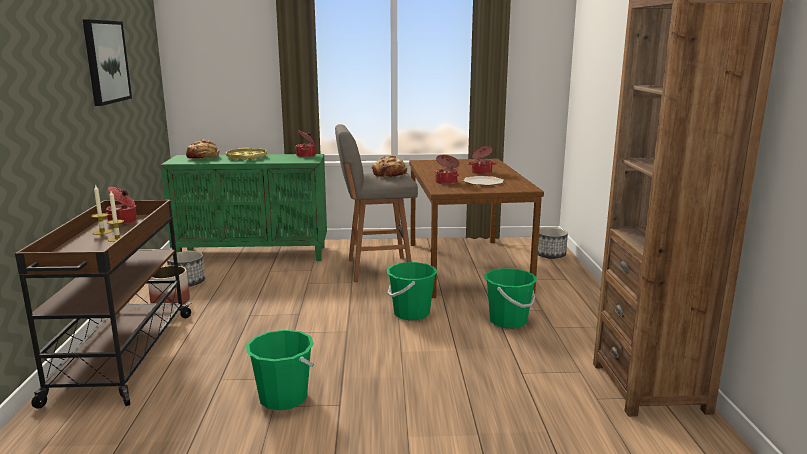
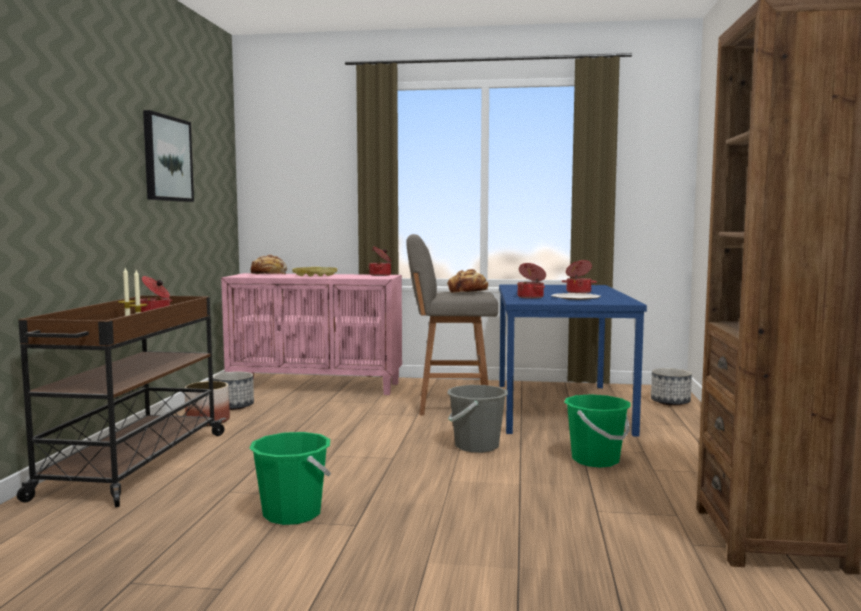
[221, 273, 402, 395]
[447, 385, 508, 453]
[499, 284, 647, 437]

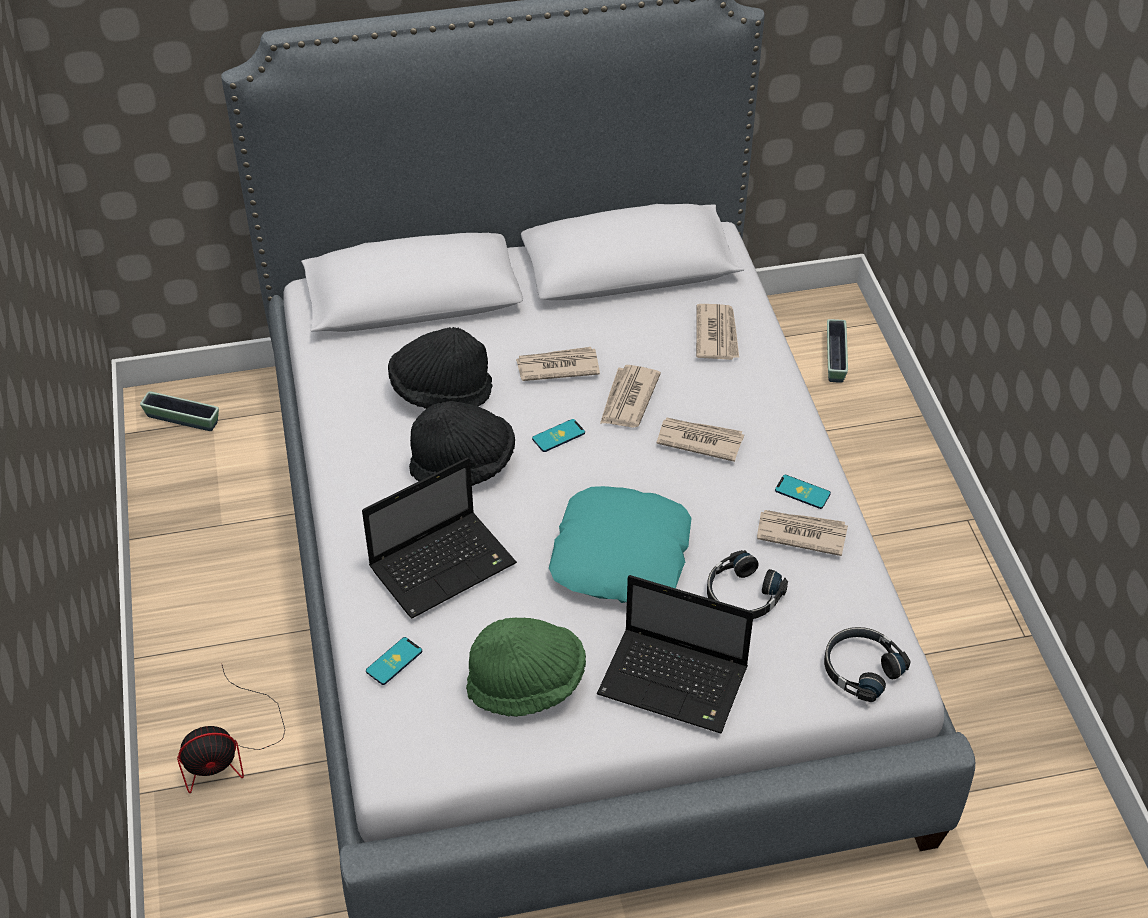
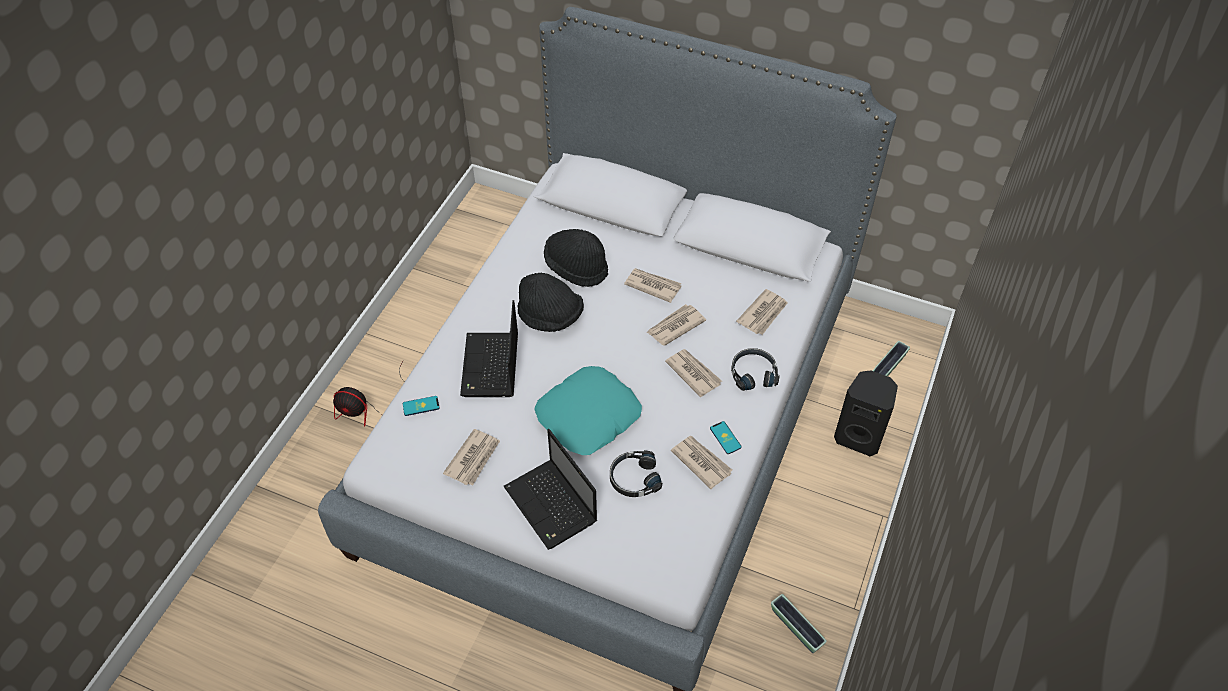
[771, 594, 827, 653]
[460, 300, 518, 397]
[443, 429, 500, 485]
[532, 419, 585, 452] (first image)
[731, 348, 780, 391]
[834, 370, 898, 456]

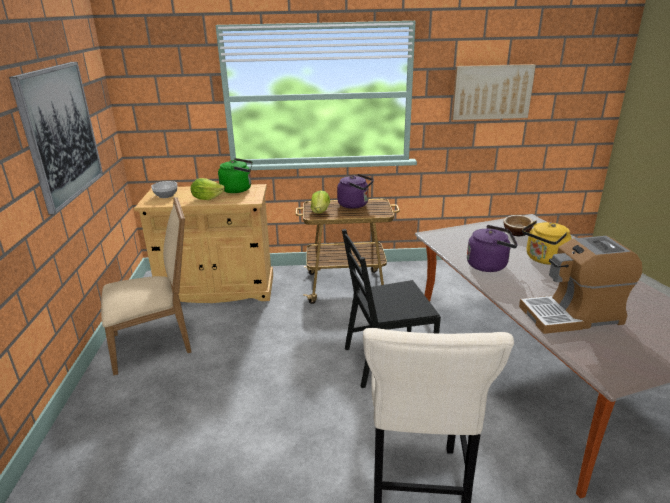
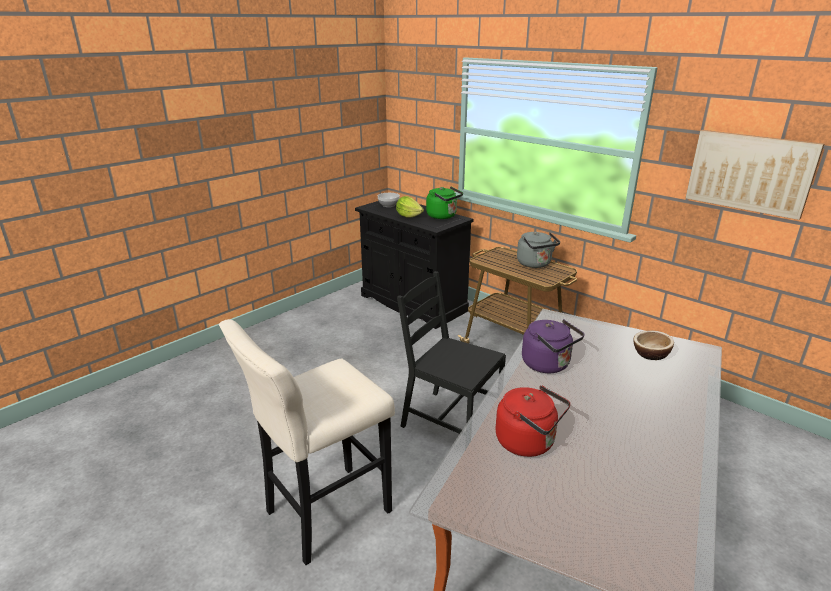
[9, 62, 103, 215] (first image)
[101, 197, 191, 375] (first image)
[355, 201, 473, 329]
[311, 190, 330, 213] (first image)
[517, 231, 560, 268]
[495, 385, 570, 457]
[522, 220, 572, 265] (first image)

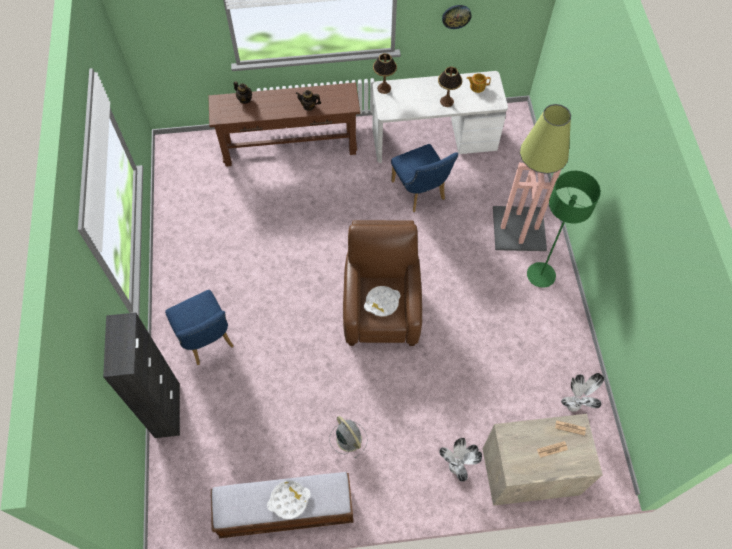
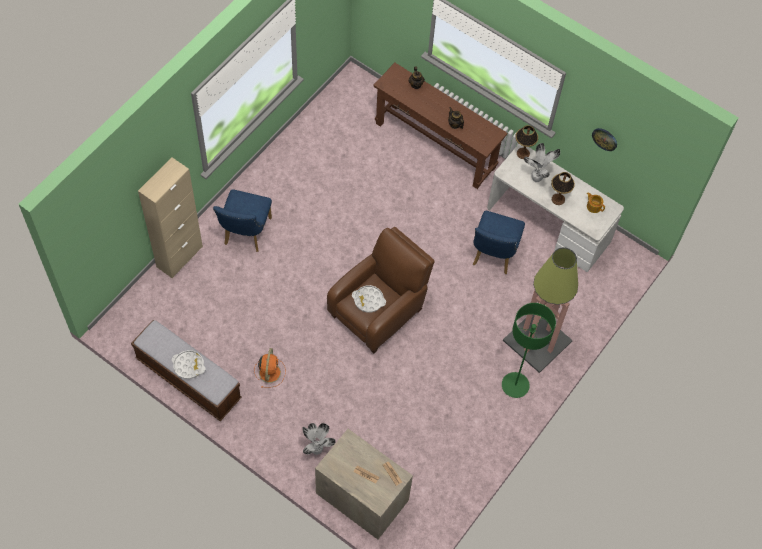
[138, 157, 203, 278]
[254, 348, 286, 388]
[524, 143, 560, 182]

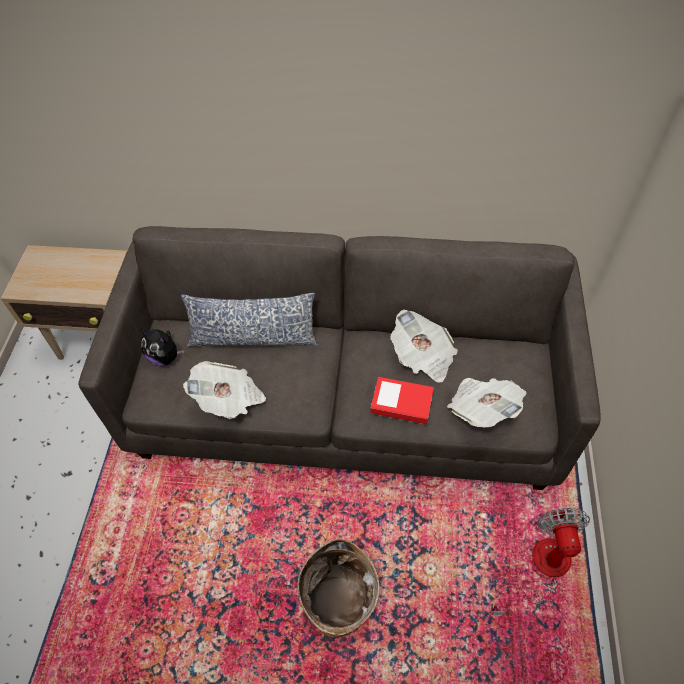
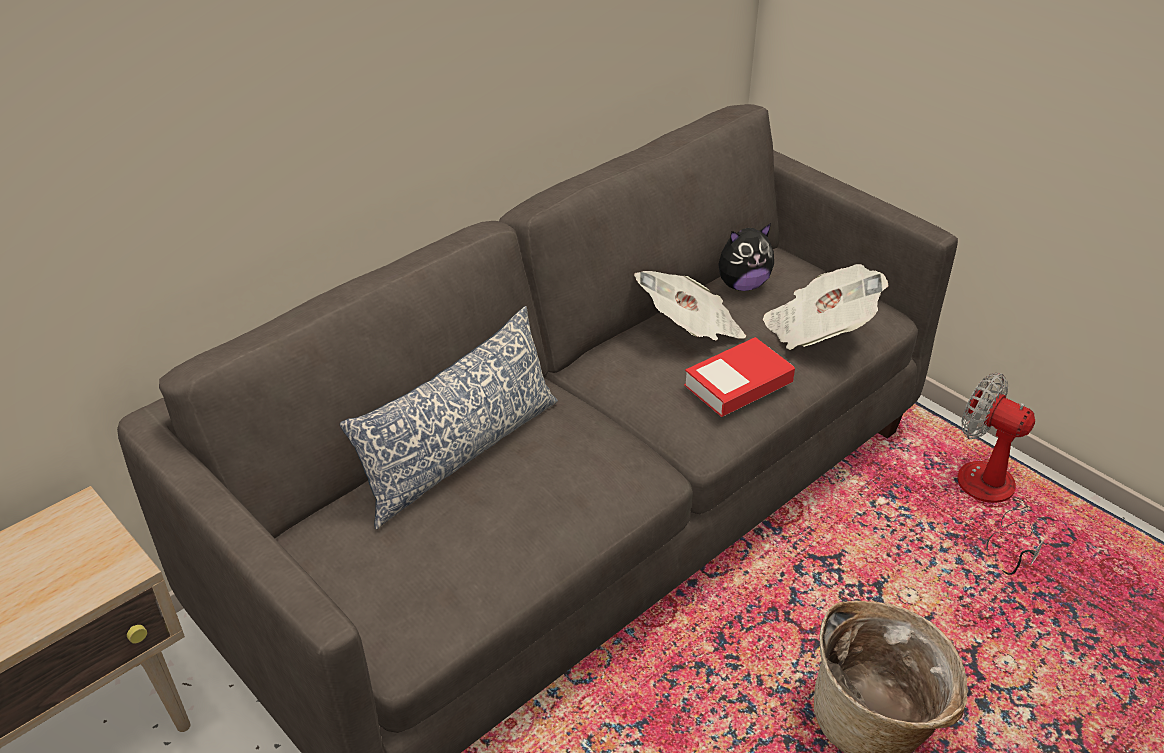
[718, 223, 774, 291]
[183, 361, 266, 419] (first image)

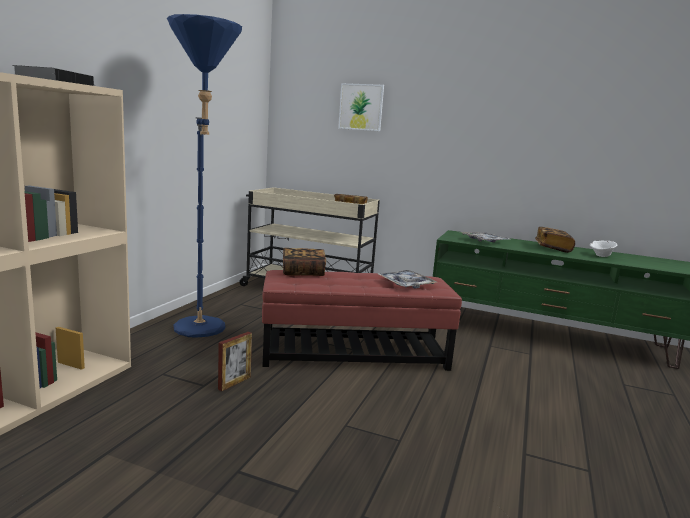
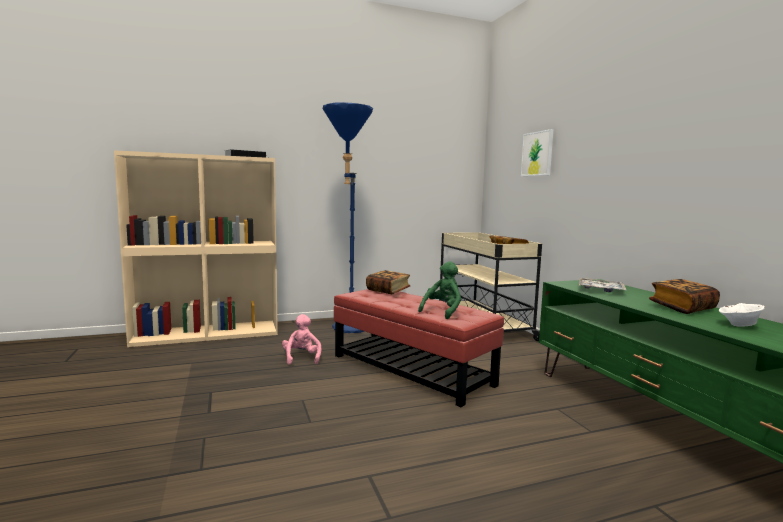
[282, 314, 321, 365]
[418, 261, 461, 319]

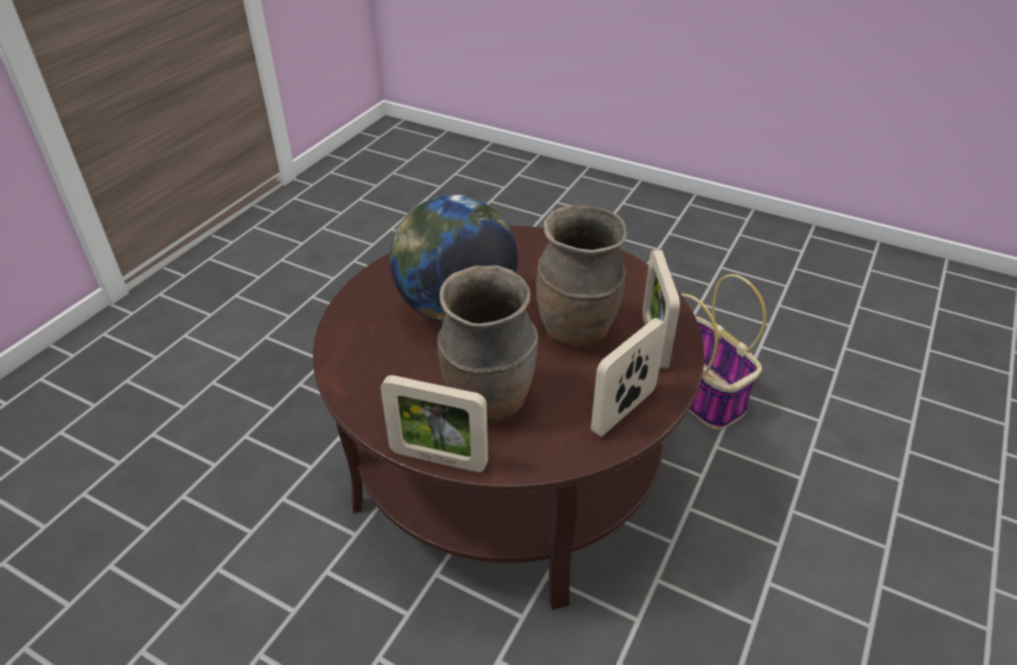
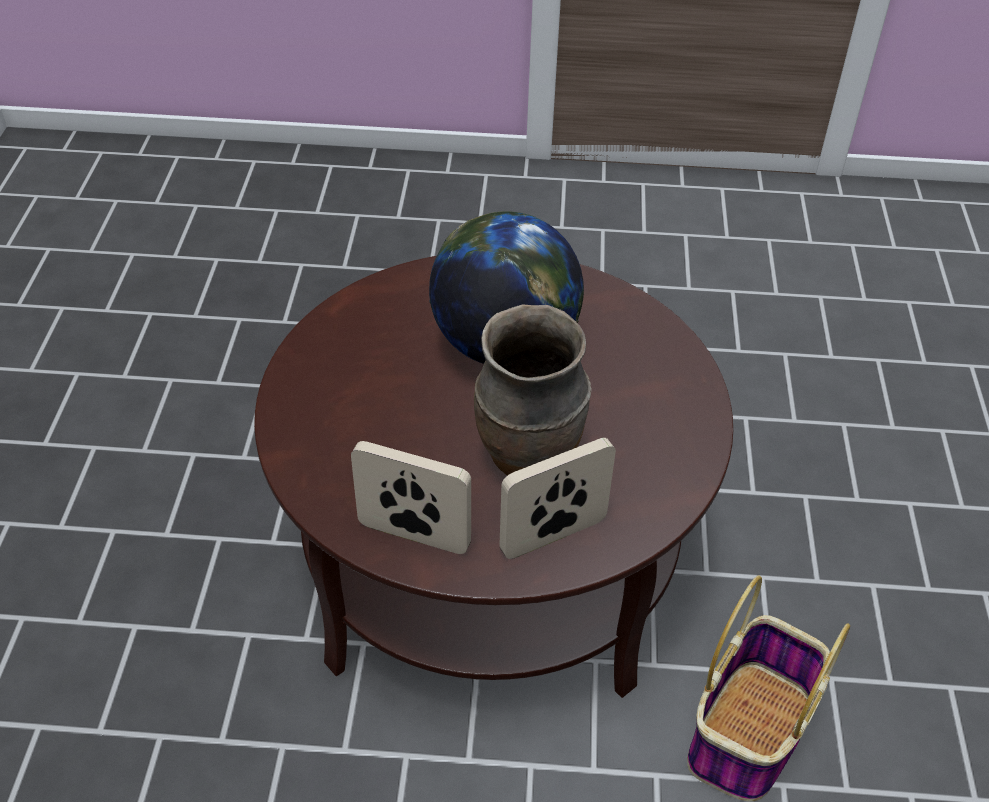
[380, 375, 488, 472] (first image)
[437, 265, 538, 422] (first image)

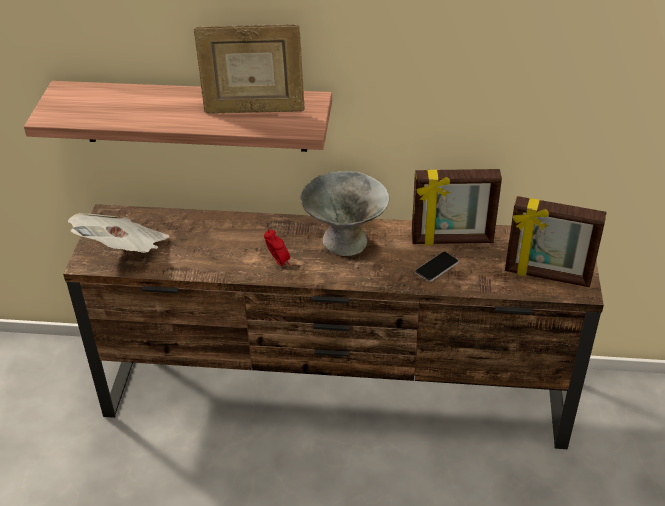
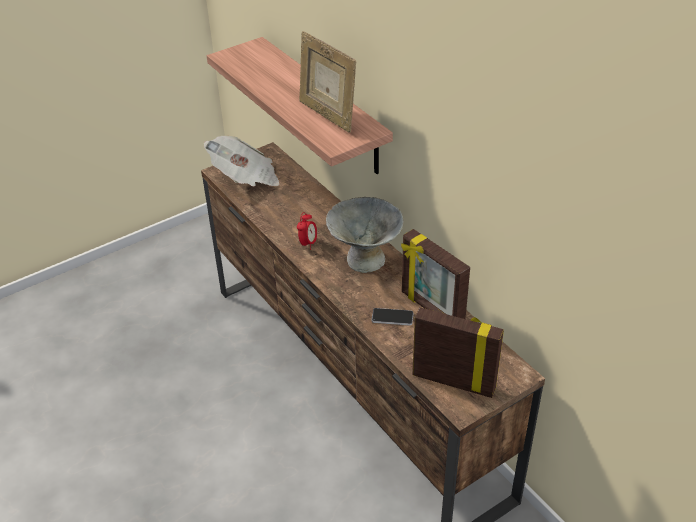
[412, 307, 504, 398]

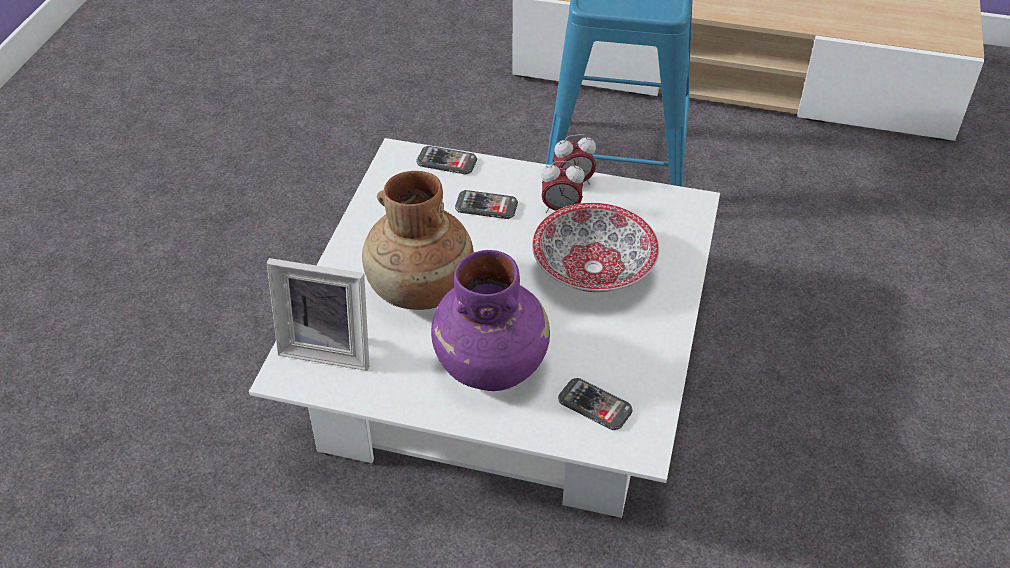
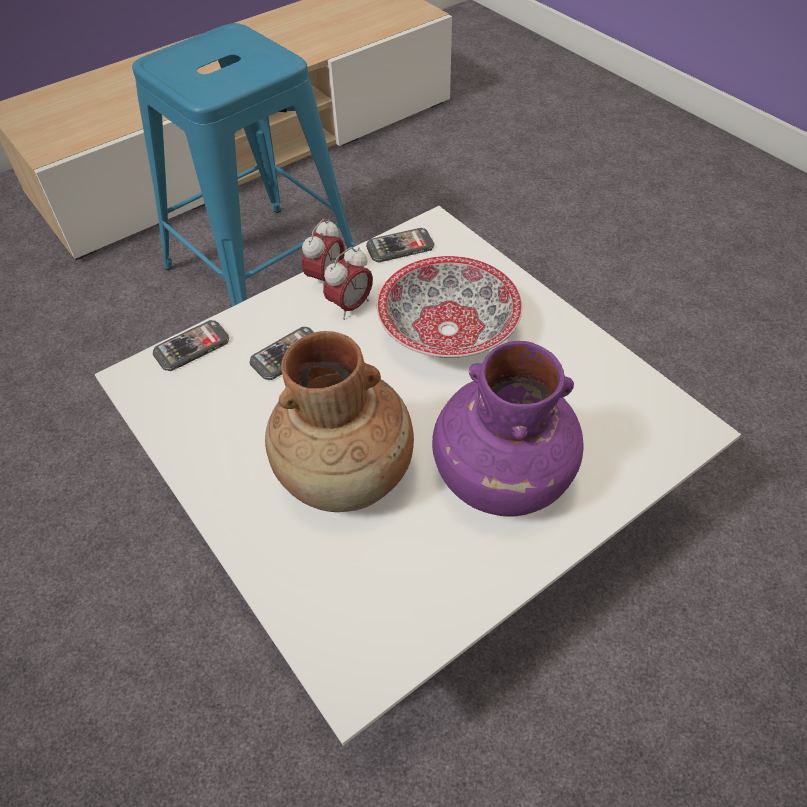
[267, 258, 369, 371] (first image)
[366, 228, 434, 262]

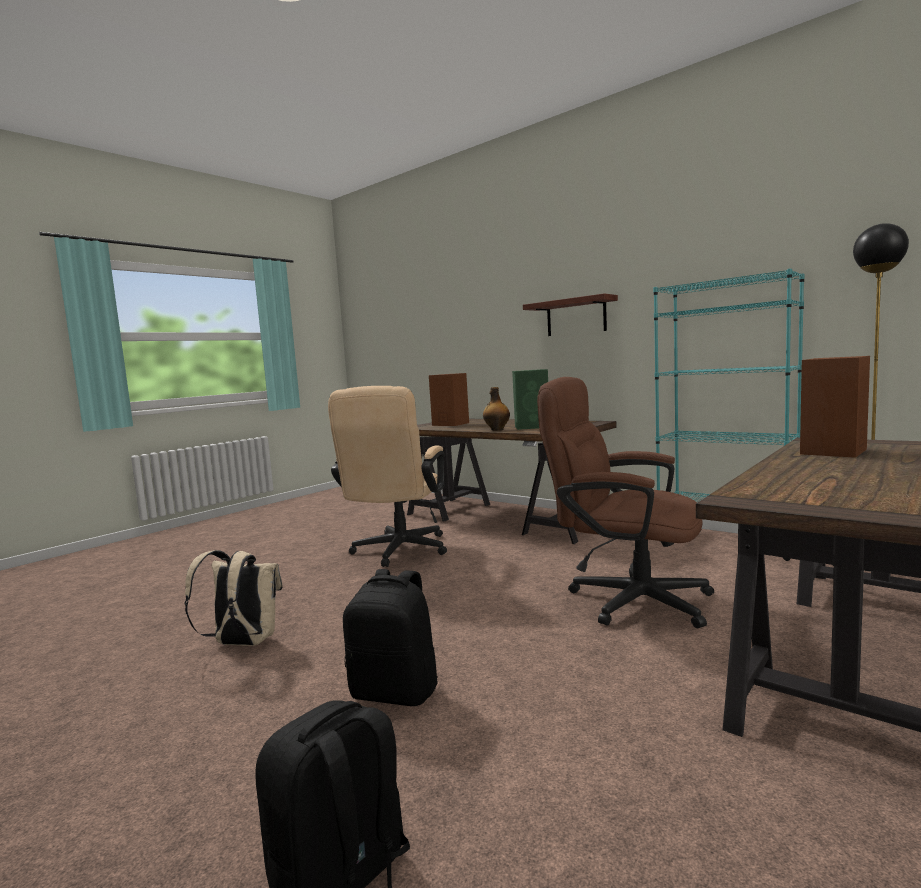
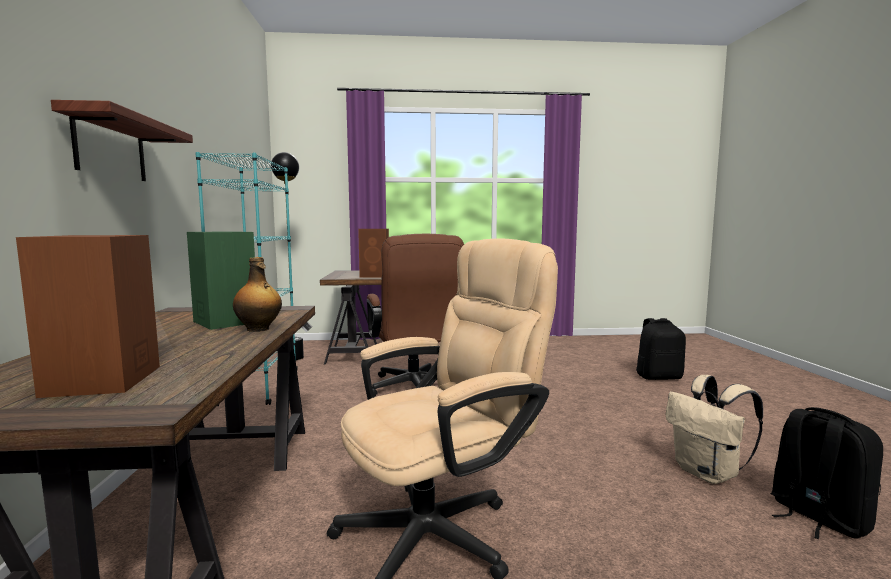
[771, 407, 883, 539]

